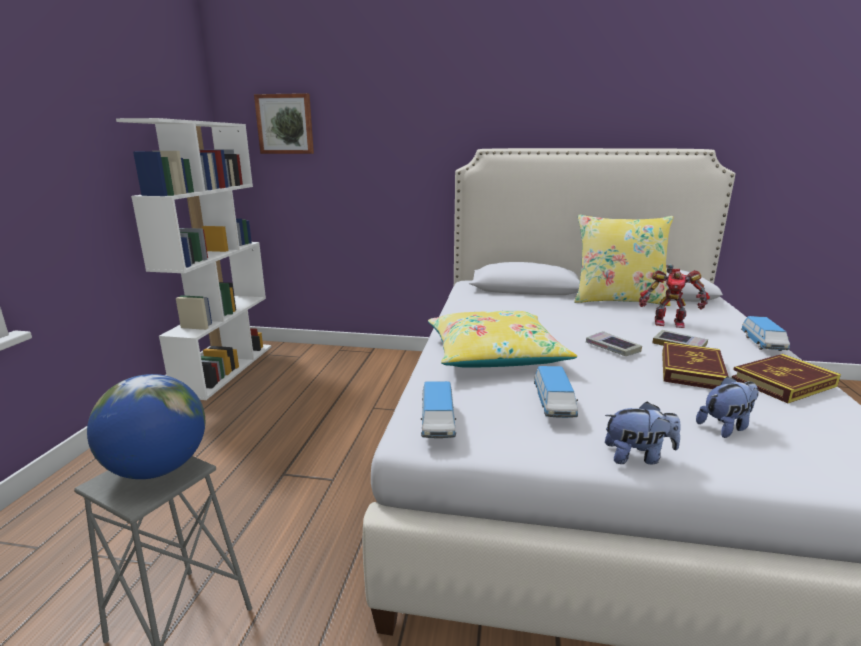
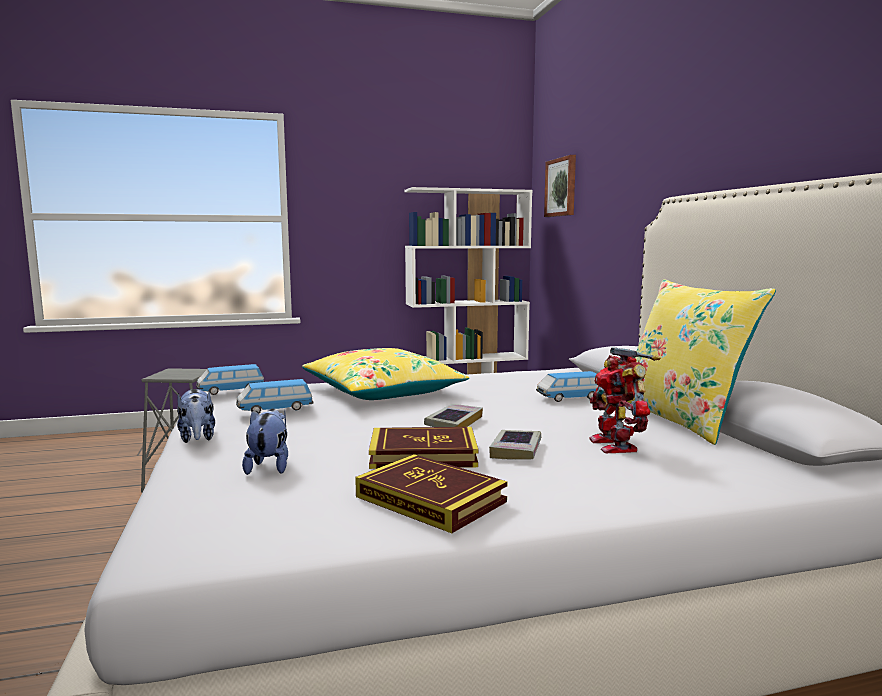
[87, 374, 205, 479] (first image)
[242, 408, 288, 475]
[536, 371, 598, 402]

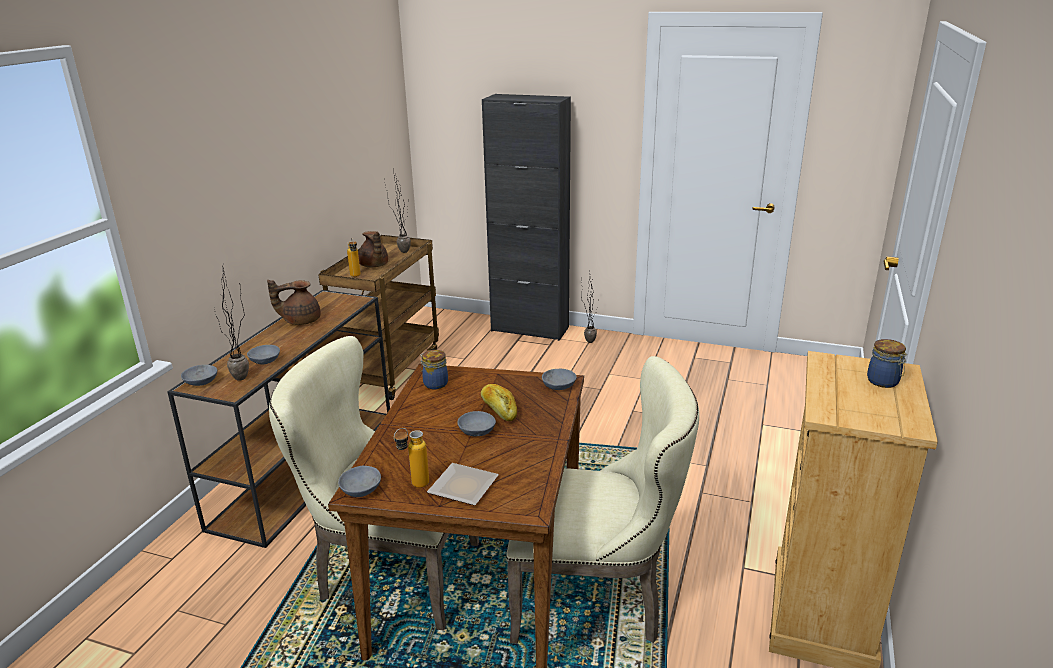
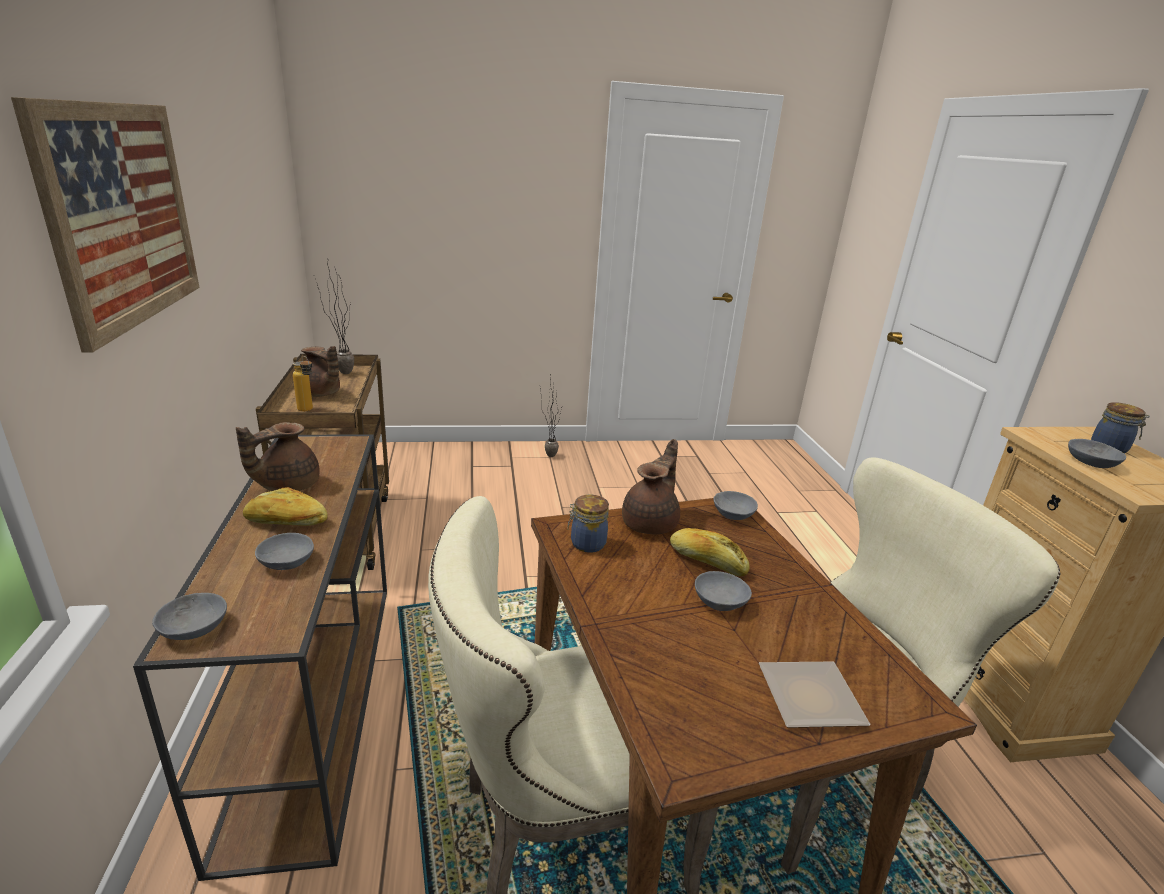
[214, 268, 249, 381] (first image)
[1068, 439, 1126, 468]
[394, 428, 429, 488] (first image)
[482, 94, 571, 341] (first image)
[11, 97, 200, 353]
[243, 487, 328, 526]
[622, 439, 680, 534]

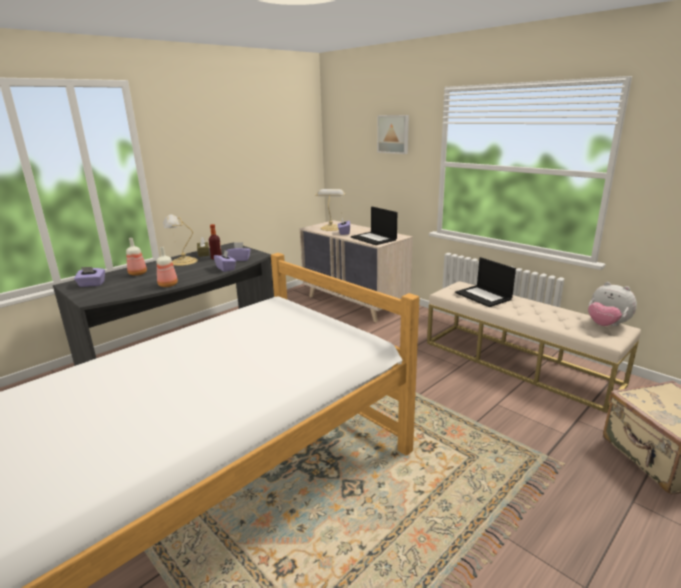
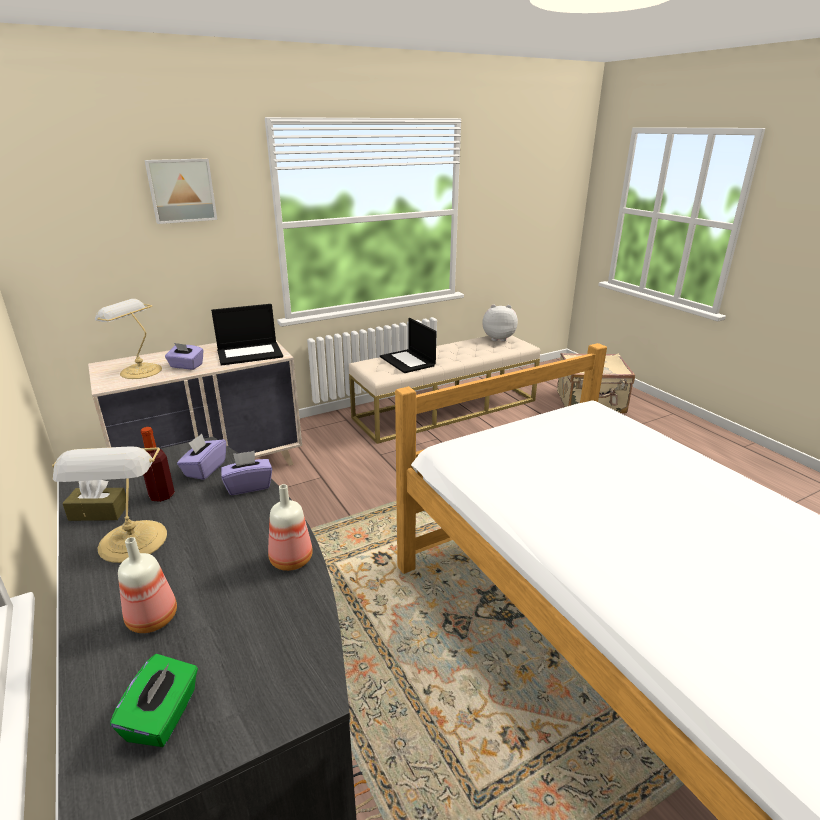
[110, 654, 198, 747]
[380, 318, 437, 373]
[482, 304, 518, 341]

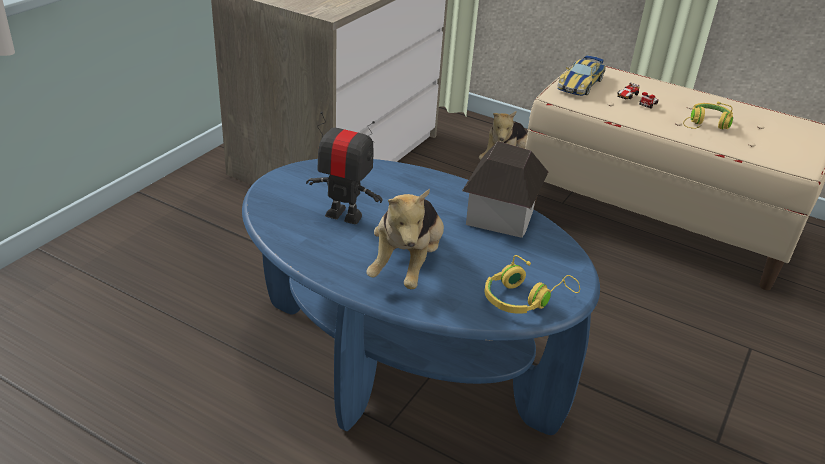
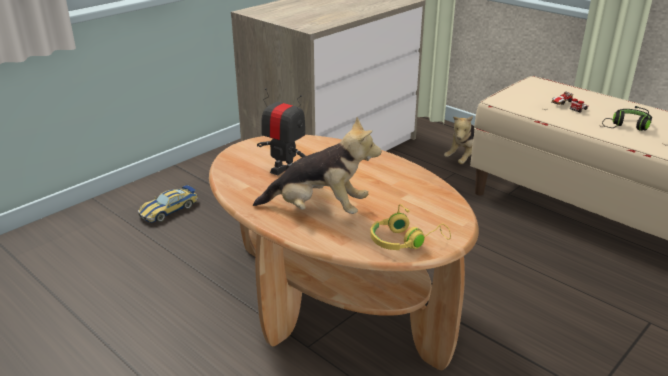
[209, 135, 479, 370]
[253, 117, 381, 214]
[462, 141, 548, 238] (first image)
[138, 185, 198, 223]
[602, 106, 652, 131]

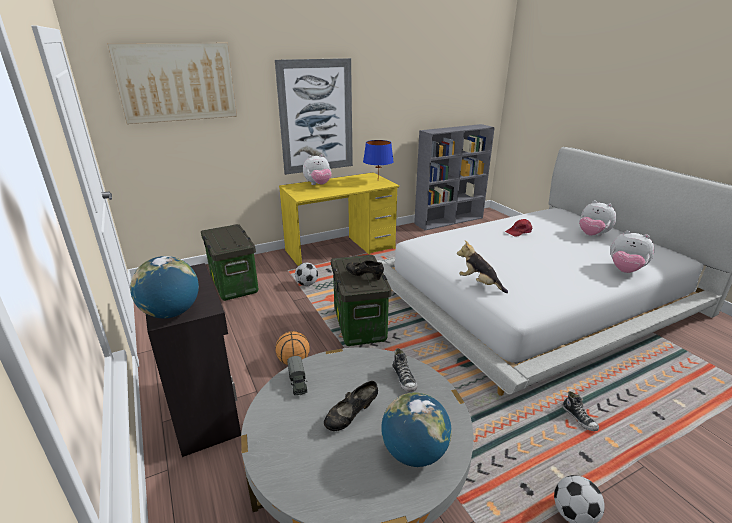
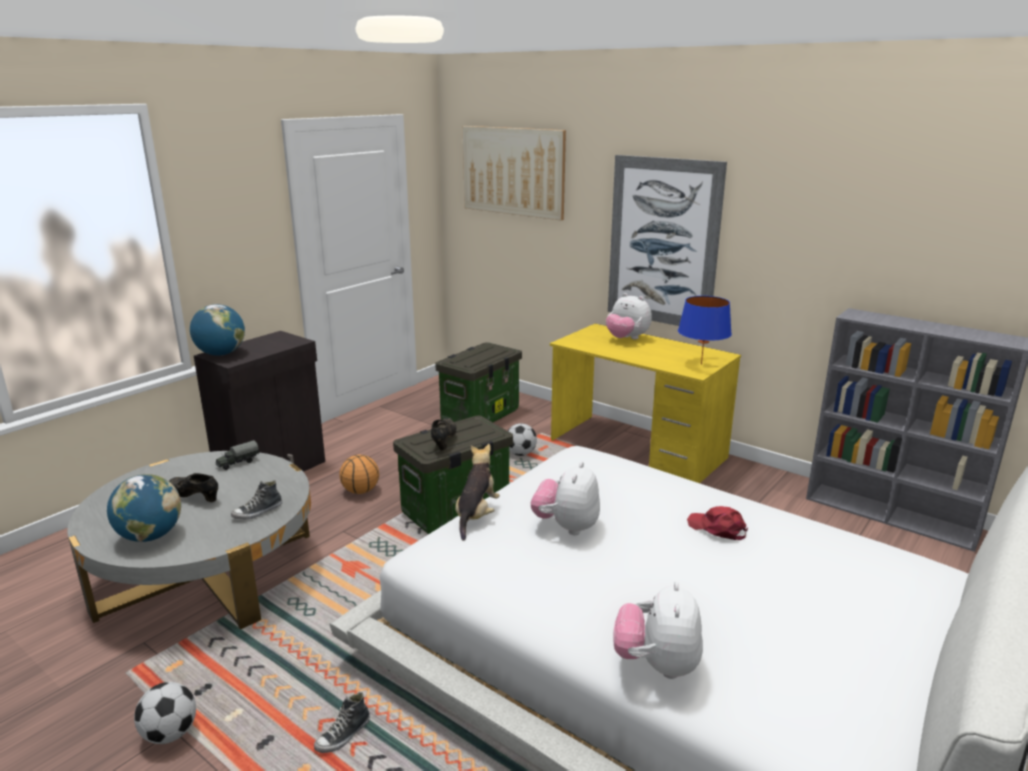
[531, 462, 600, 535]

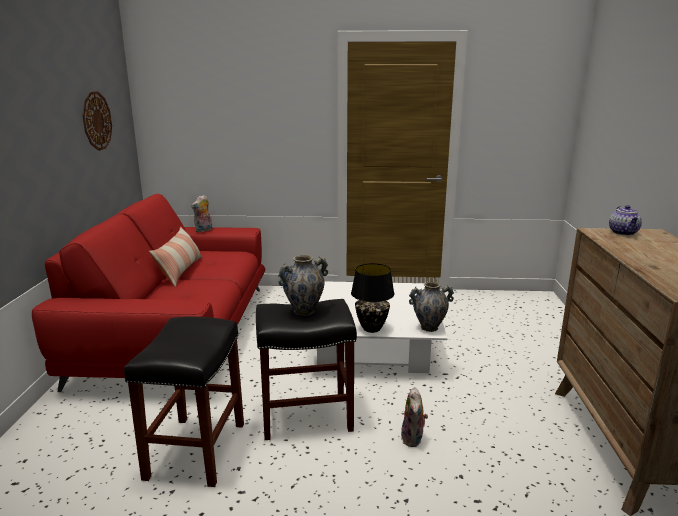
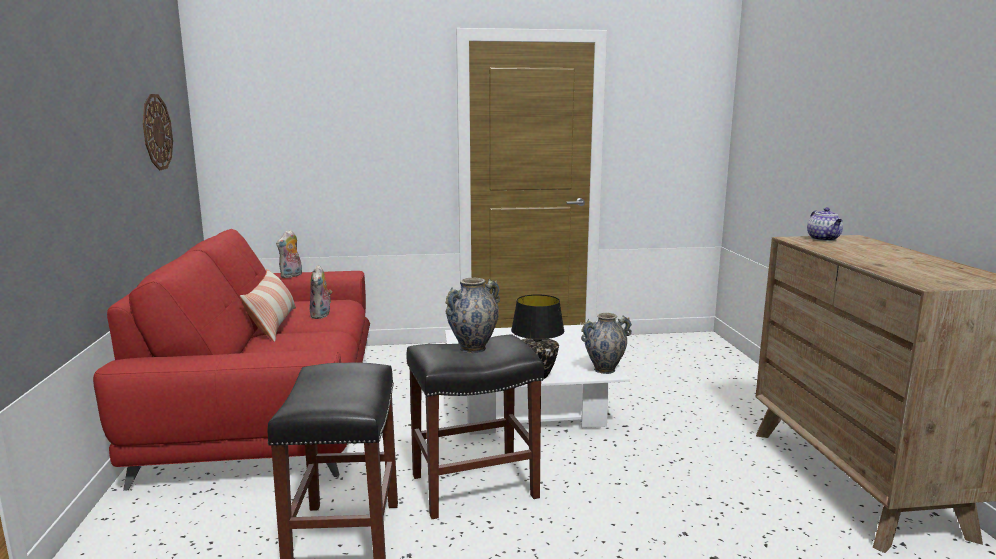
[310, 265, 332, 319]

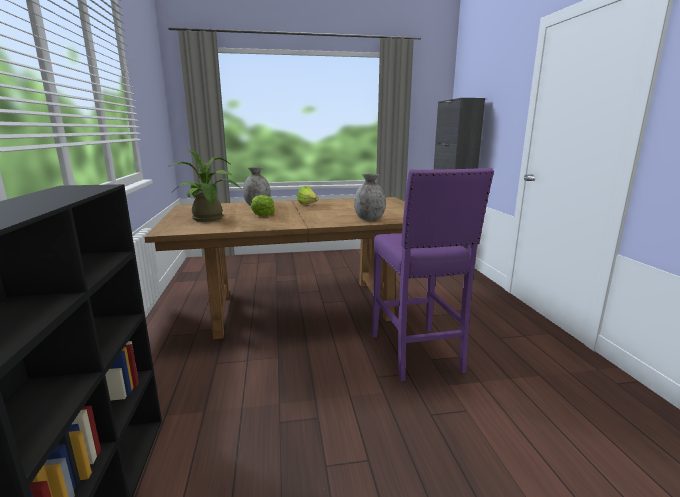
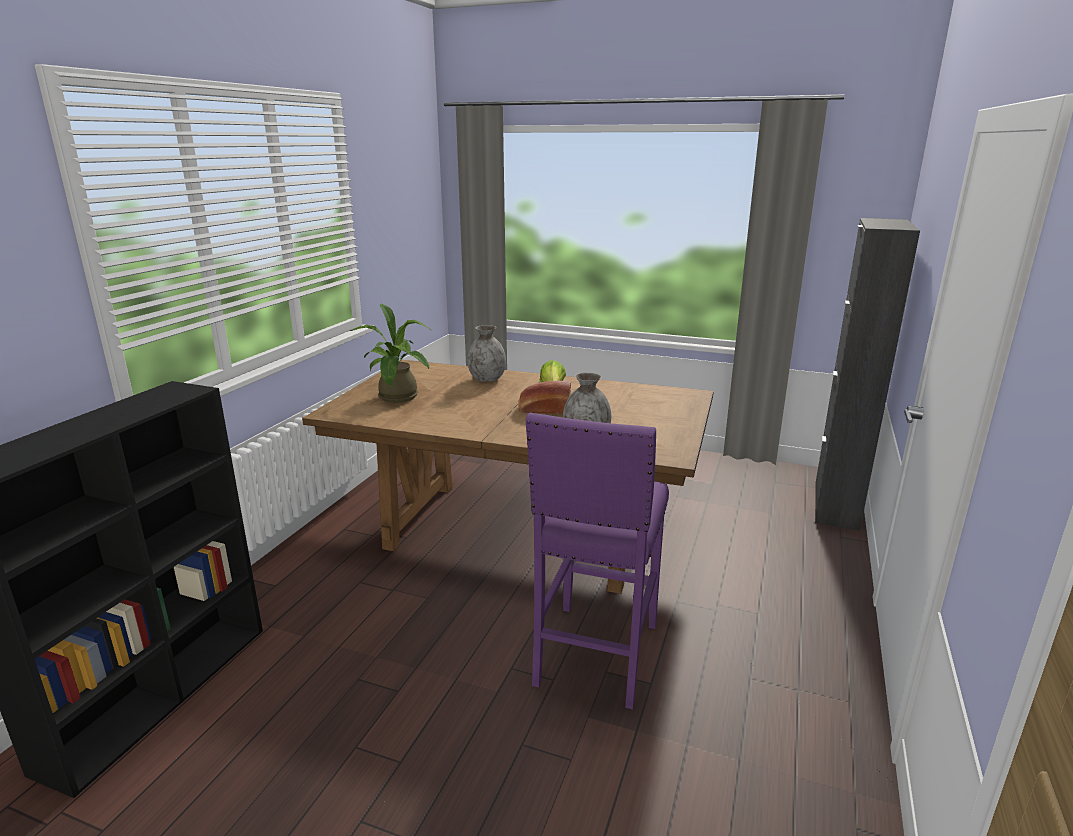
[251, 195, 275, 216] (first image)
[518, 381, 571, 414]

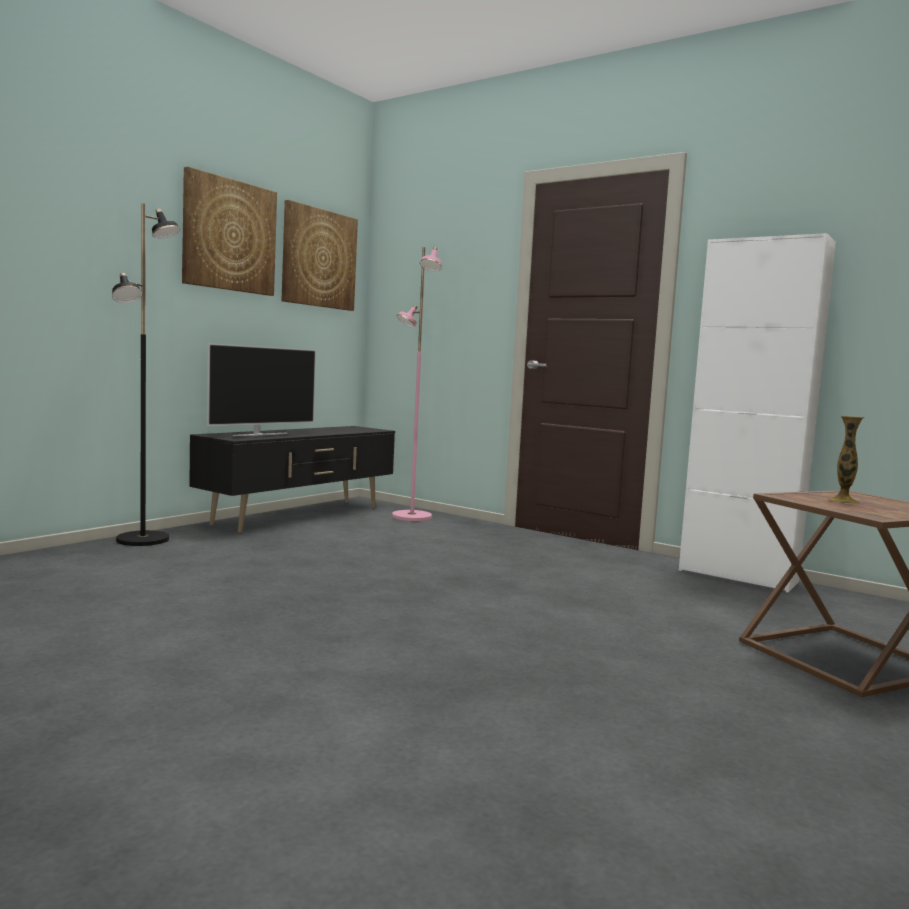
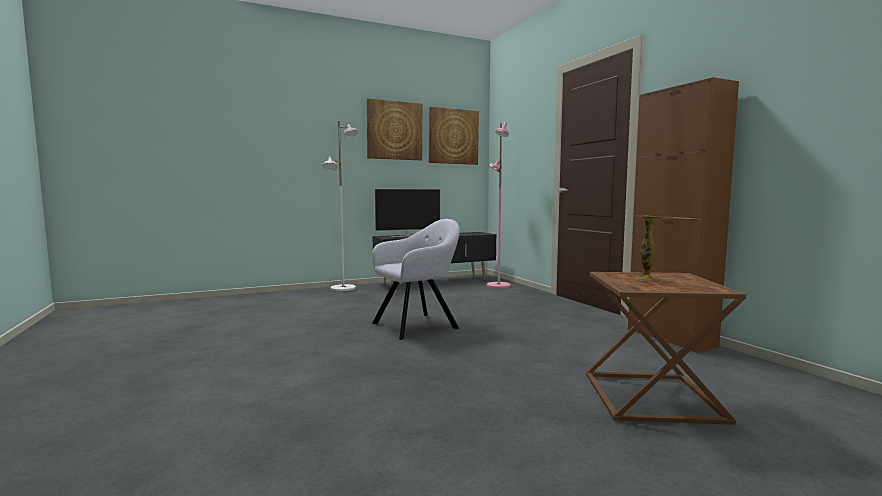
[323, 121, 358, 291]
[628, 77, 739, 352]
[372, 219, 460, 340]

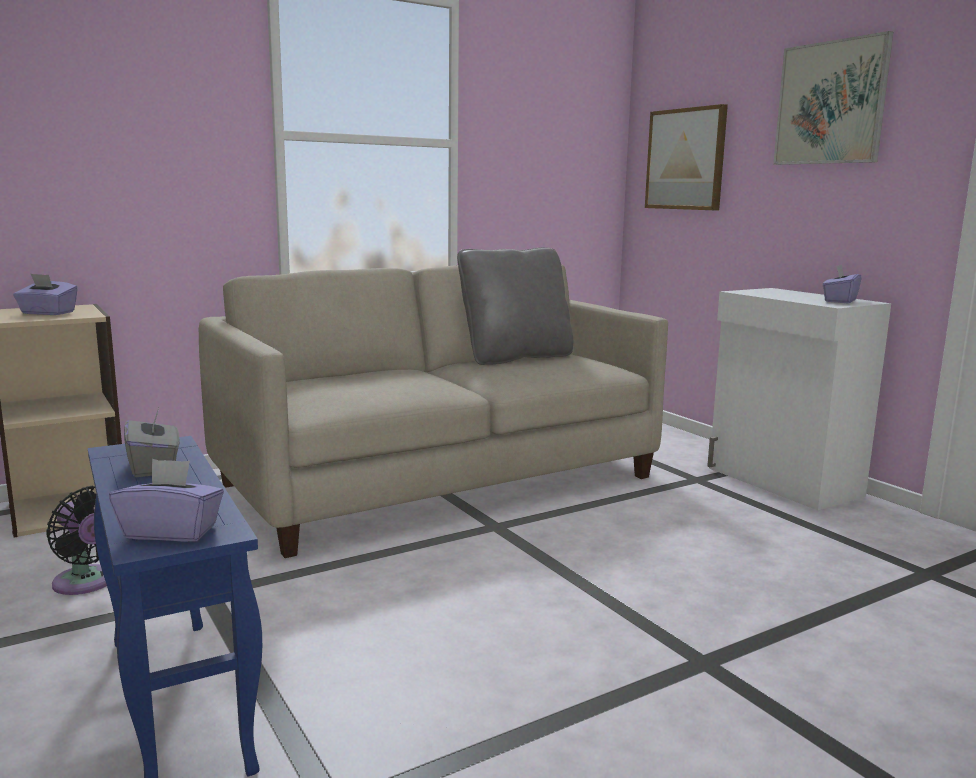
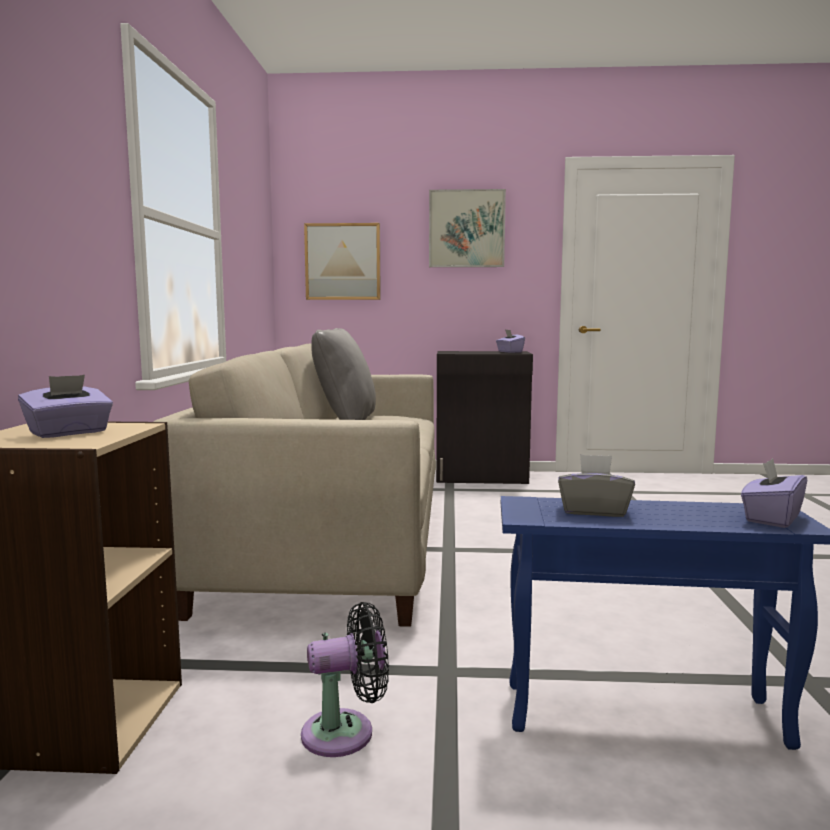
[436, 351, 533, 484]

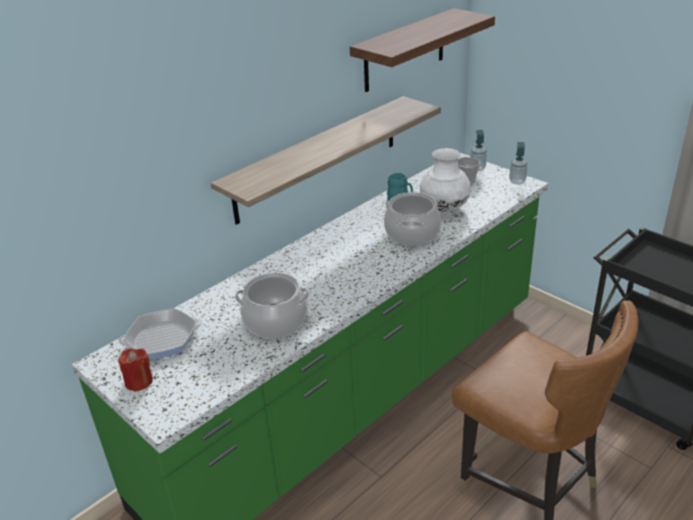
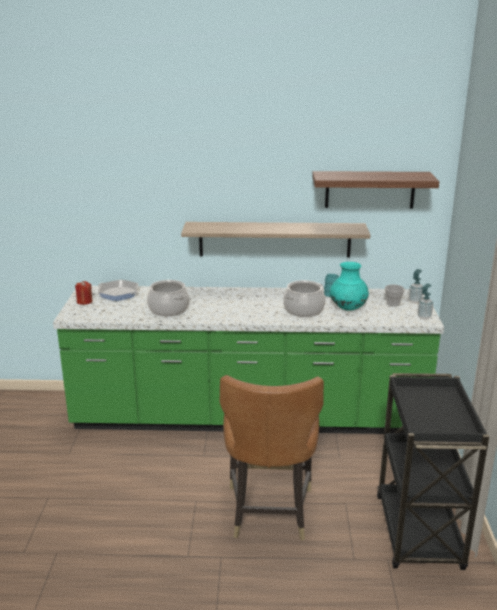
[330, 262, 369, 311]

